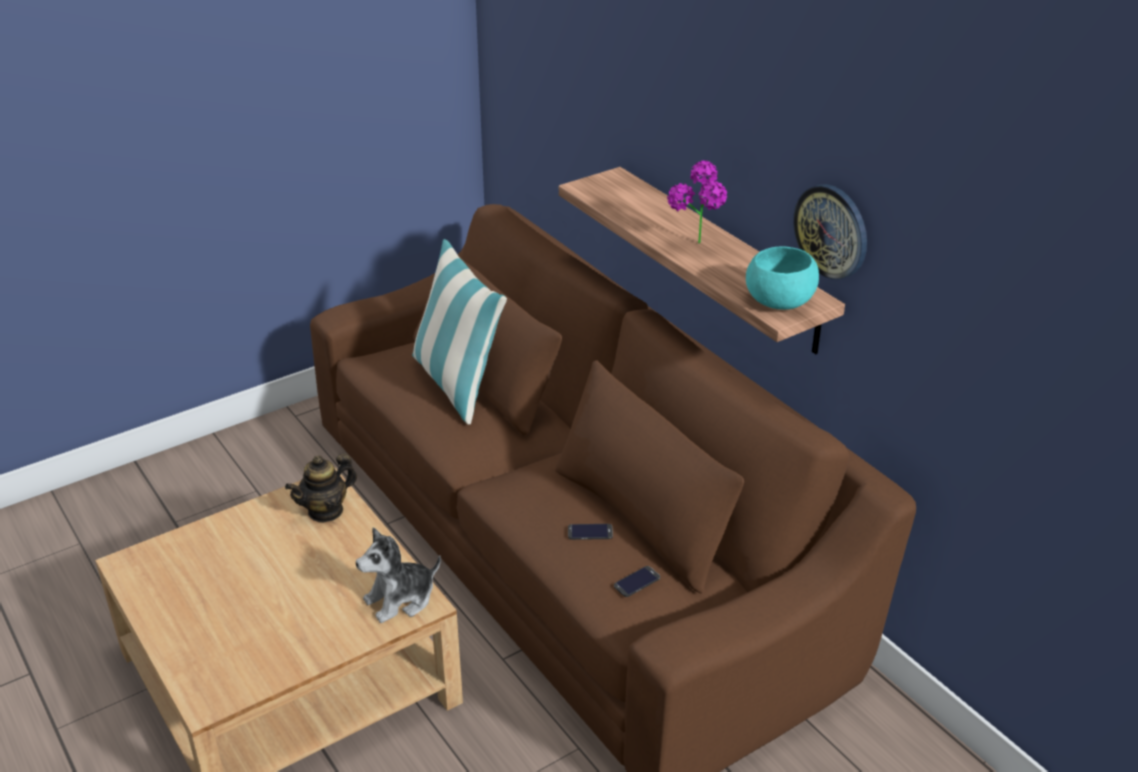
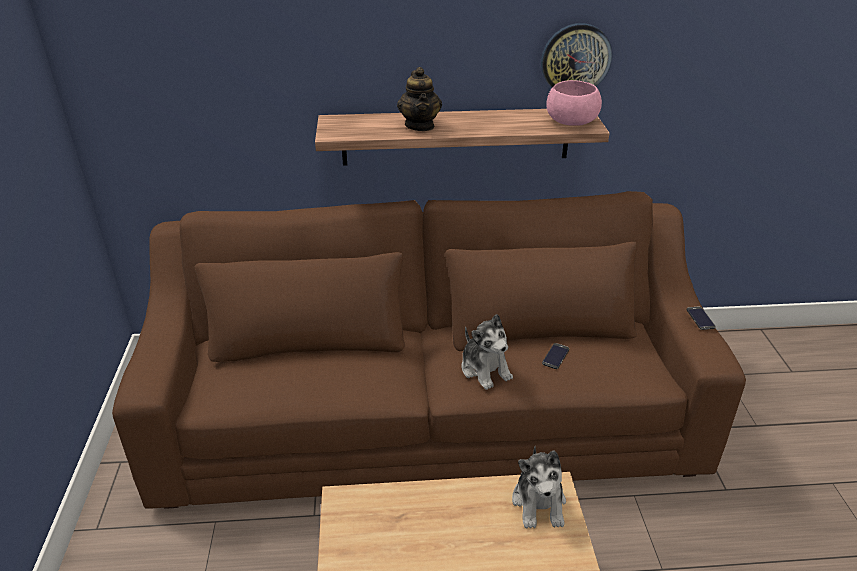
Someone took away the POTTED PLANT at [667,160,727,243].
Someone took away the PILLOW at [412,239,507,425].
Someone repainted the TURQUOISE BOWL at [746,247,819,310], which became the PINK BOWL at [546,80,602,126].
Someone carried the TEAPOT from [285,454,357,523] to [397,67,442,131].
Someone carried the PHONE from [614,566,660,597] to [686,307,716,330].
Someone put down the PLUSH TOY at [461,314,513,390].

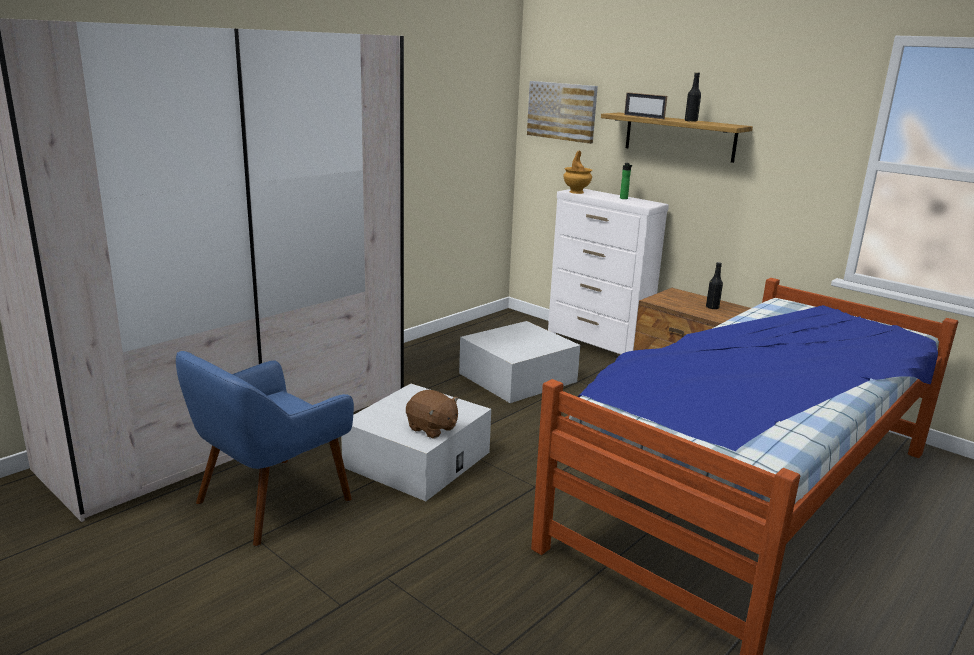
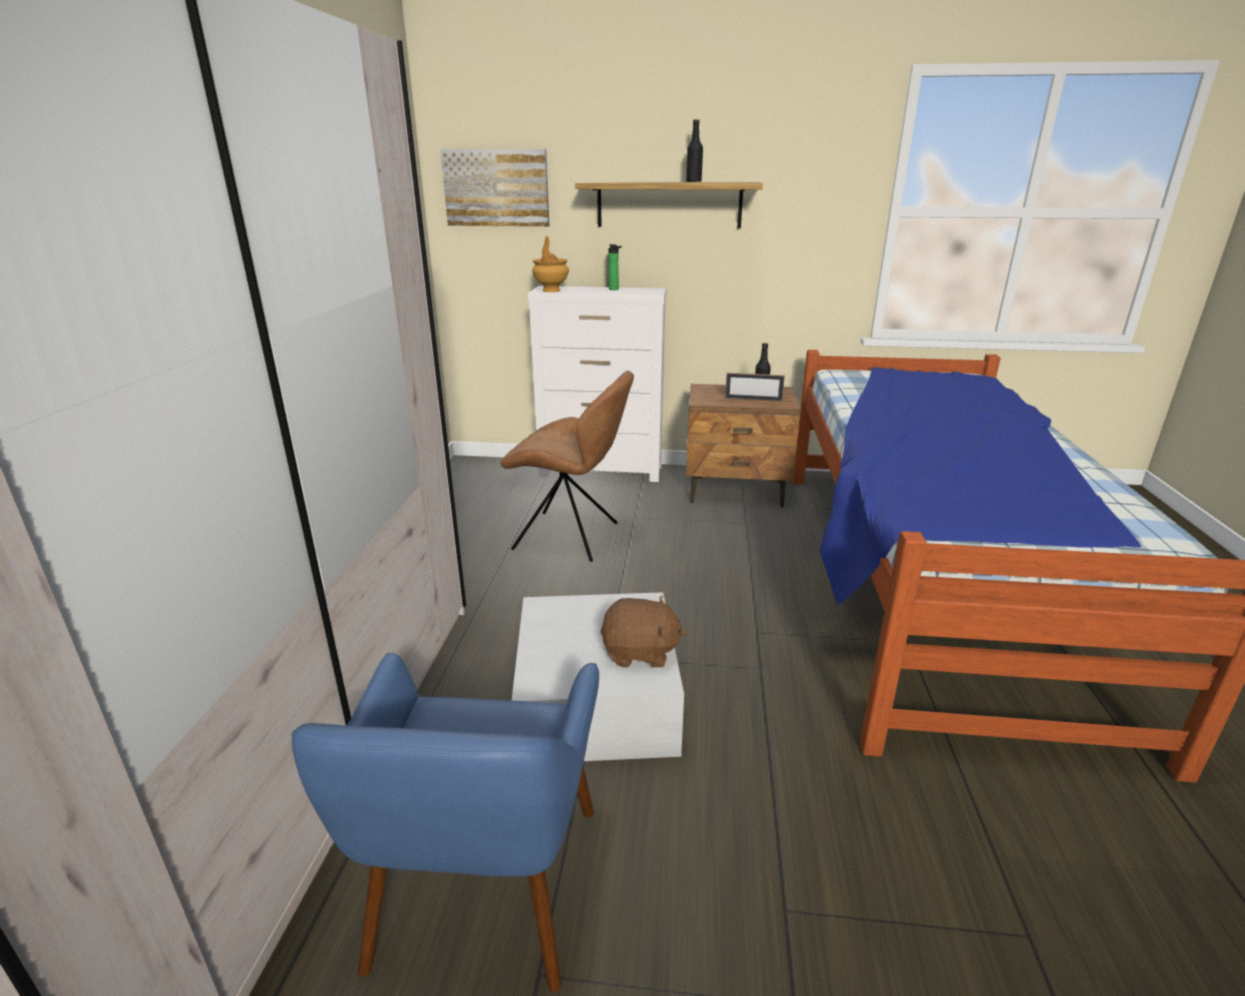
Someone carried the PICTURE FRAME from [624,92,667,119] to [725,373,785,402].
Someone swapped the WHITE STORAGE BOX at [459,321,581,403] for the BROWN CHAIR at [500,371,634,562].

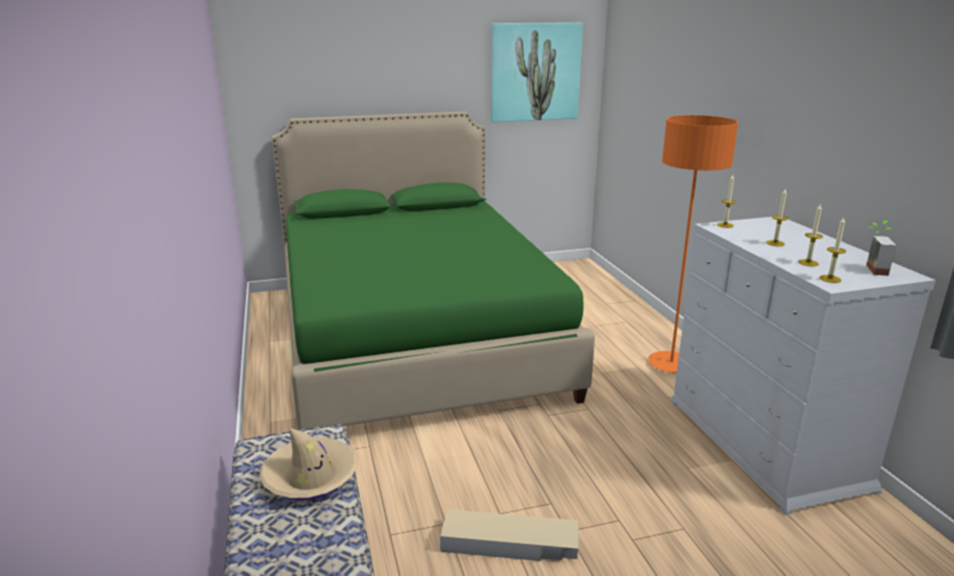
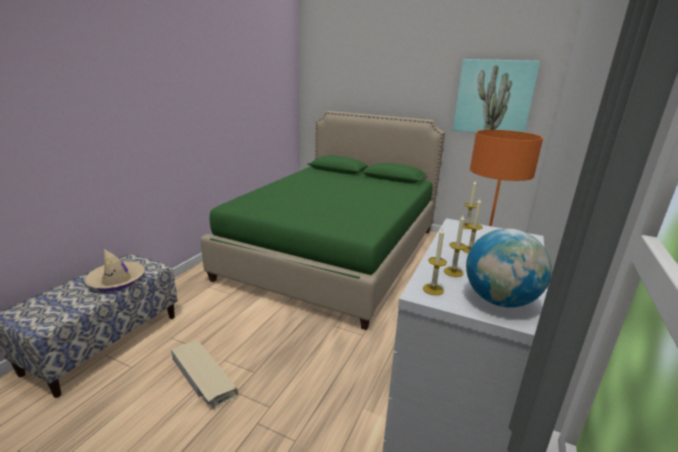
Someone swapped the POTTED PLANT at [866,221,896,276] for the GLOBE at [466,228,552,308].

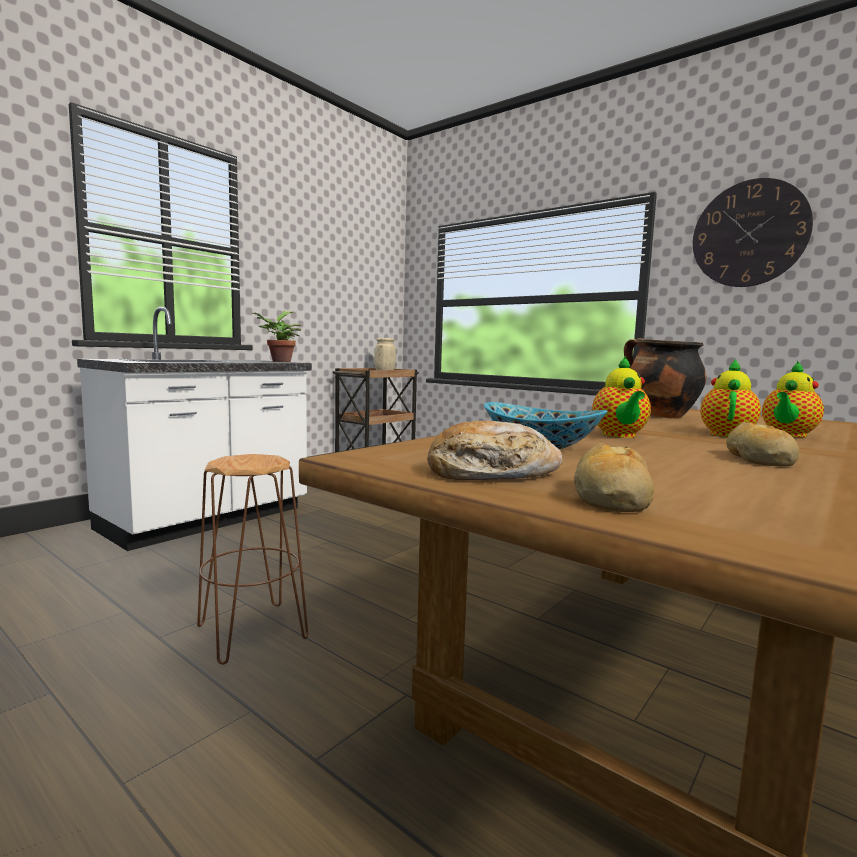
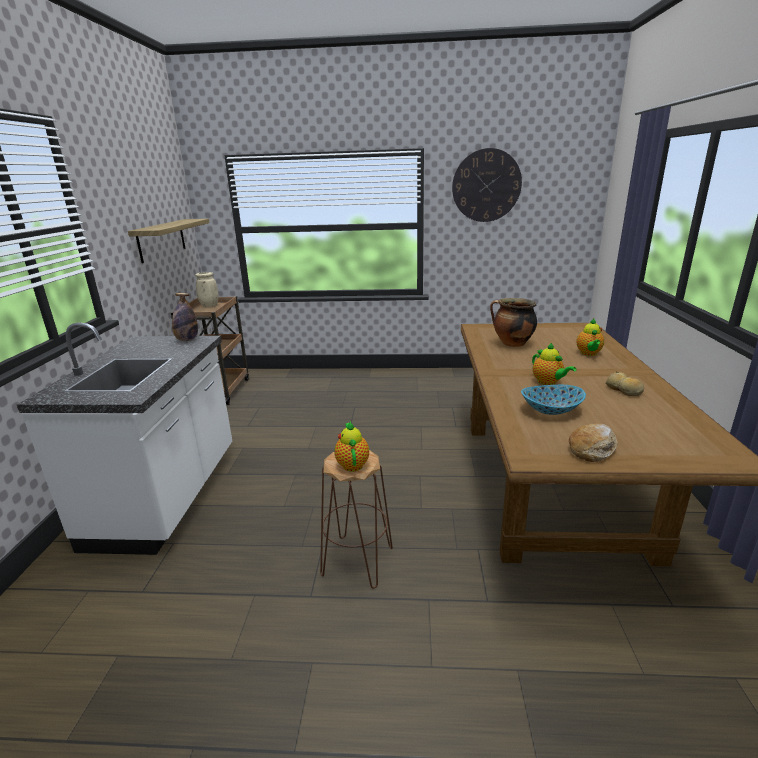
Someone swapped the POTTED PLANT at [252,311,302,362] for the BOTTLE at [172,293,198,341].
Someone carried the TEAPOT from [700,359,761,437] to [334,421,369,472].
Someone took away the BREAD at [574,443,654,512].
Someone put up the SHELF at [128,219,209,263].

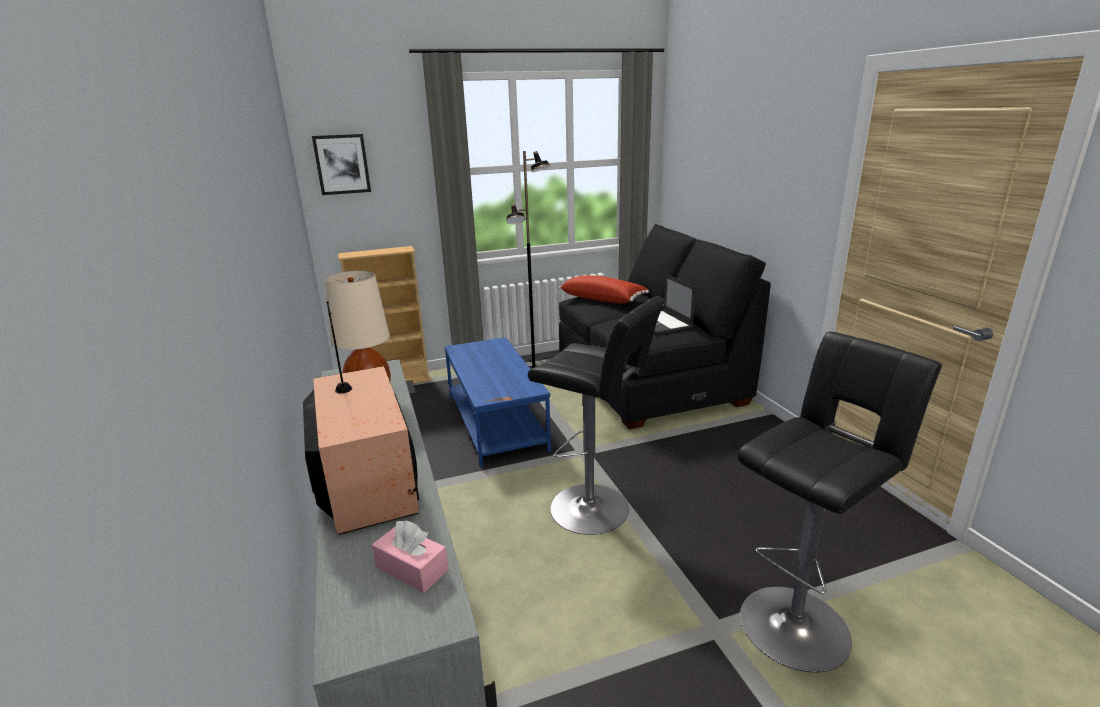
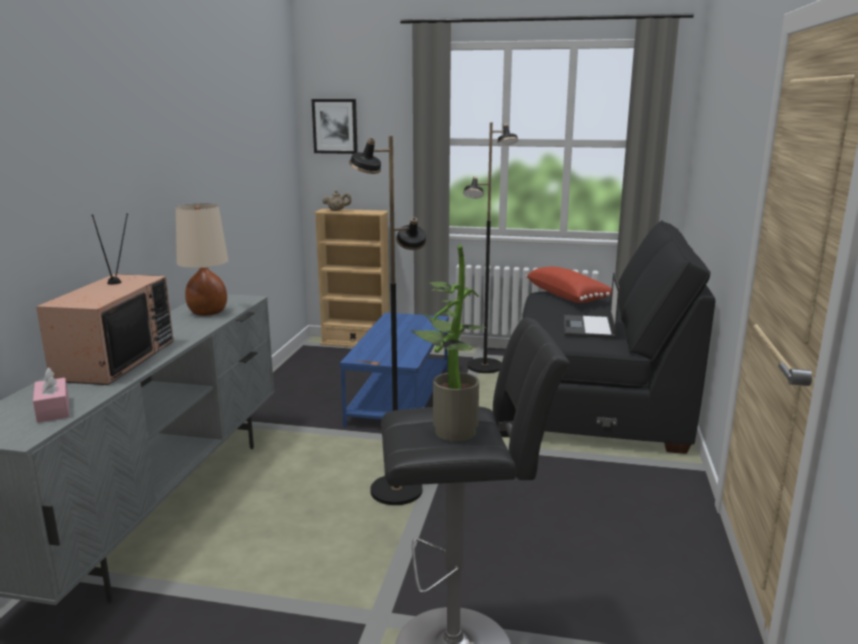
Someone swapped the BLACK STOOL at [528,296,666,535] for the BLACK FLOOR LAMP at [349,136,427,505].
Someone put down the BEIGE TEAPOT at [322,190,351,211].
Someone put down the POTTED PLANT at [412,244,486,441].

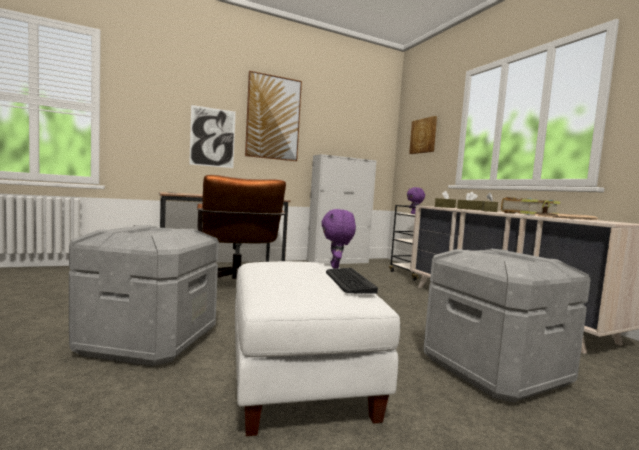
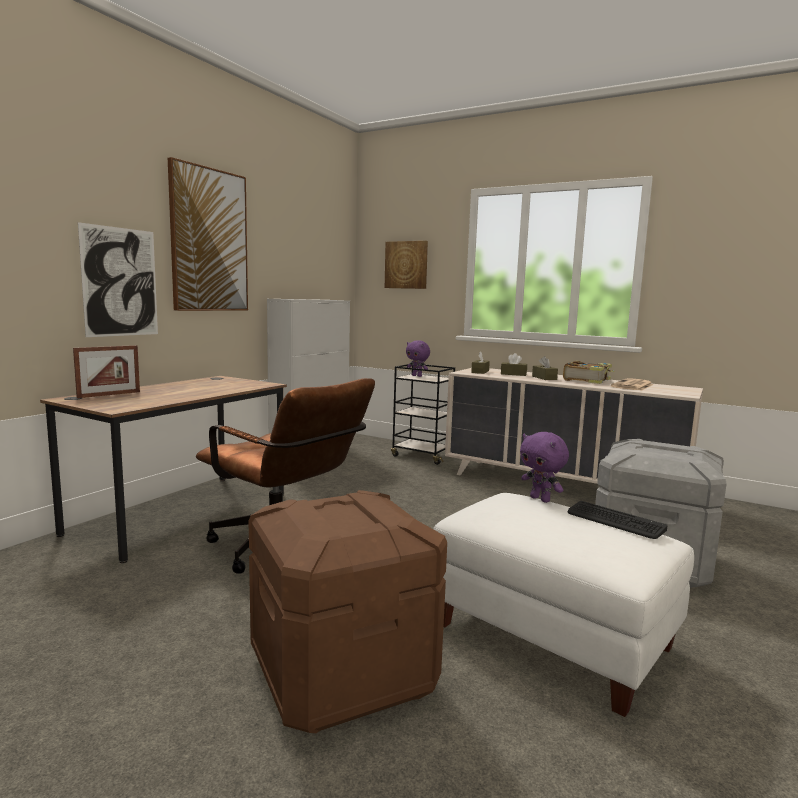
Someone repainted the GREY STORAGE BOX at [69,225,219,366], which became the BROWN STORAGE BOX at [248,490,447,733].
Someone put down the PICTURE FRAME at [73,345,140,398].

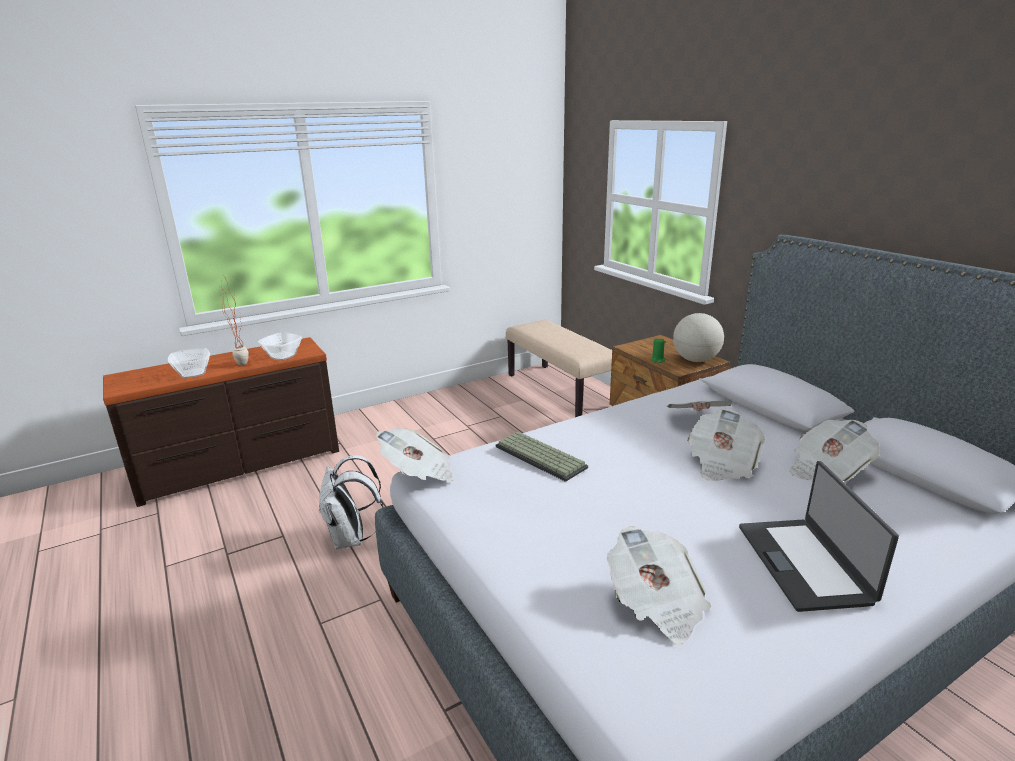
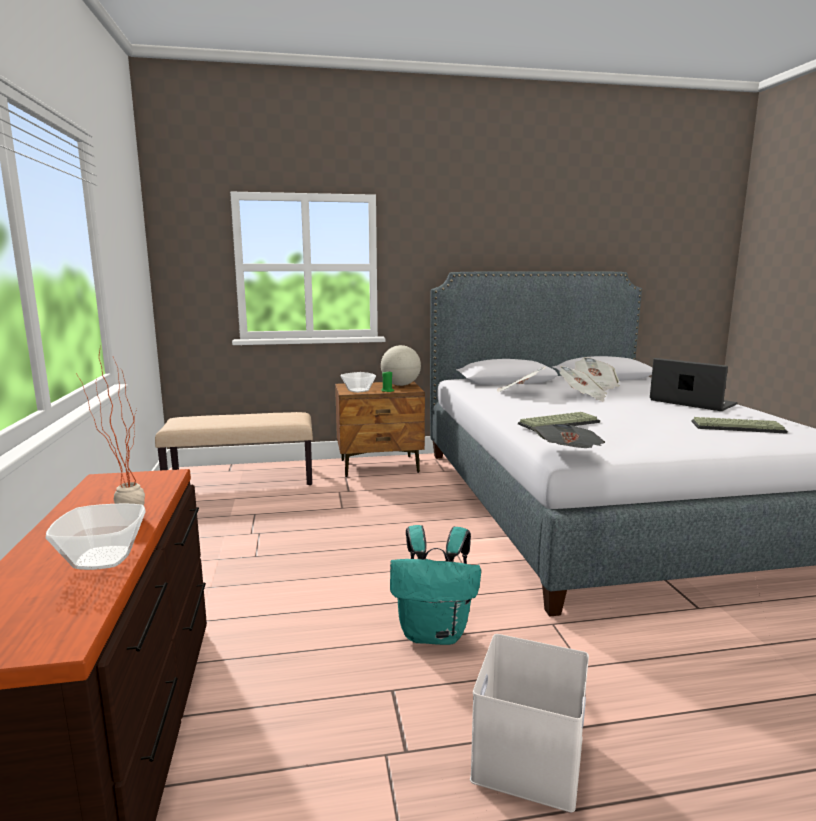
Someone carried the BOWL from [258,332,302,360] to [341,372,376,393].
Someone repainted the WHITE BACKPACK at [318,455,384,550], which became the TURQUOISE BACKPACK at [390,525,481,645].
Someone rotated the LAPTOP at [739,461,899,612] by 150 degrees counterclockwise.
Someone swapped the NEWSPAPER at [607,526,711,645] for the KEYBOARD at [691,417,788,434].
Someone put down the WHITE STORAGE BOX at [470,634,589,813].

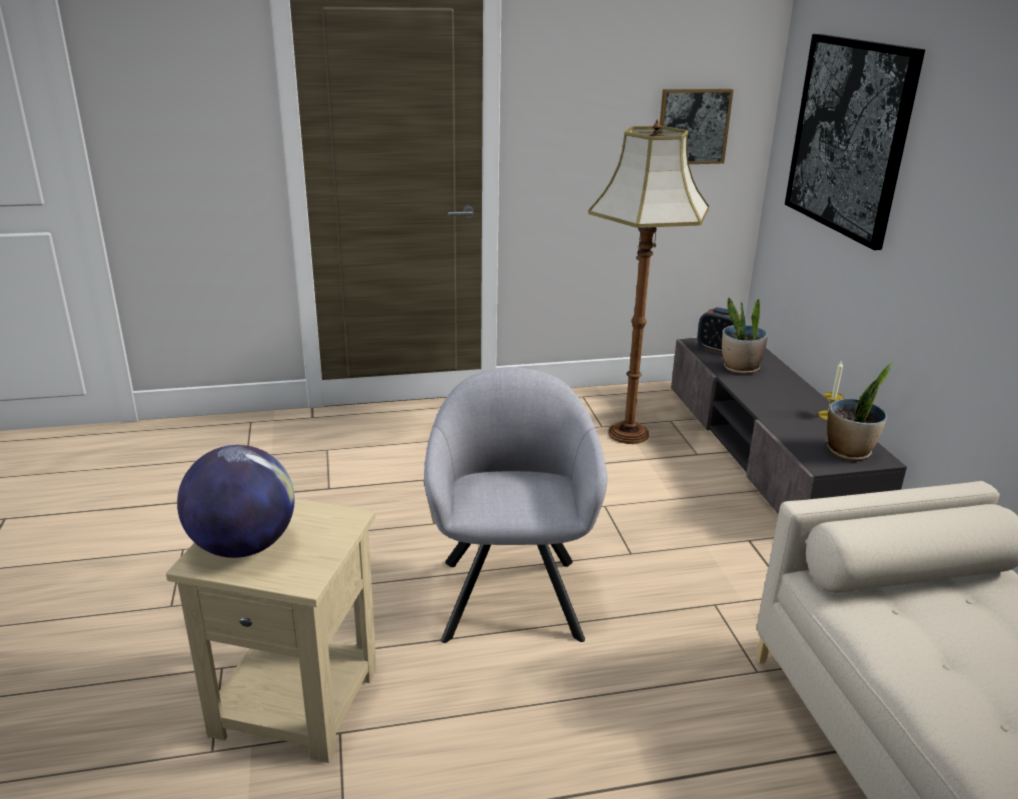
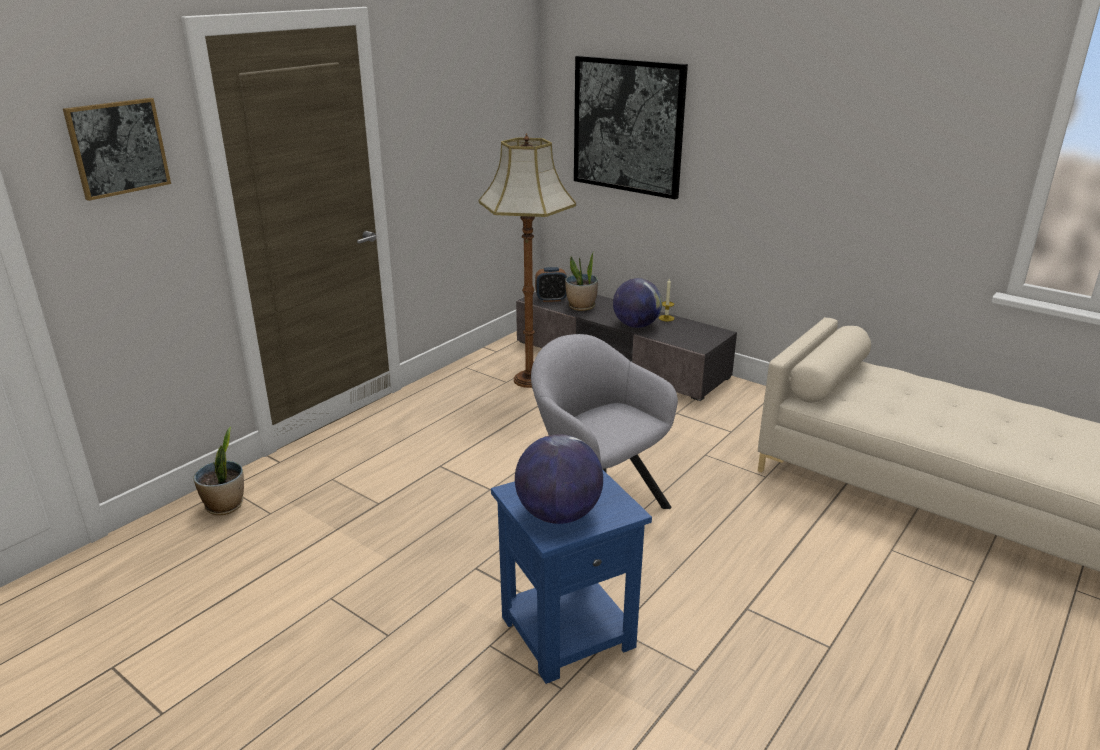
Someone carried the PICTURE from [660,89,733,164] to [63,98,171,201].
Someone carried the POTTED PLANT from [827,363,894,461] to [193,427,244,515].
Someone repainted the BEIGE SIDE TABLE at [166,498,377,763], which became the BLUE SIDE TABLE at [491,469,652,684].
Someone put down the GLOBE at [613,278,662,328].

